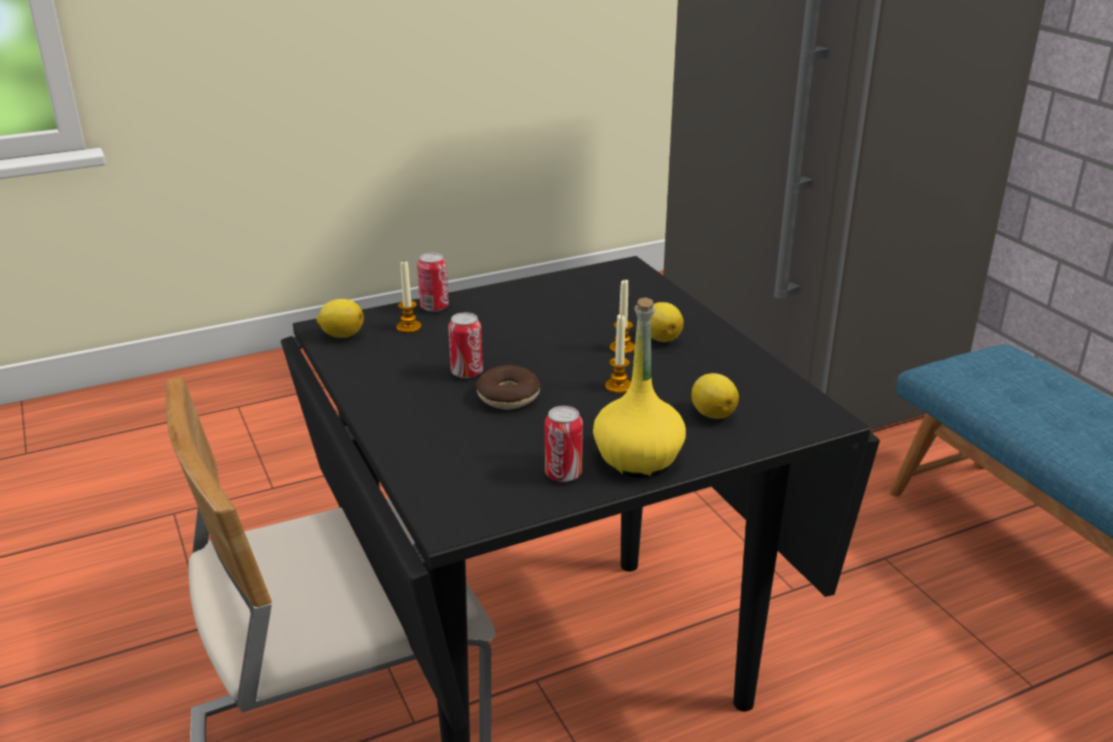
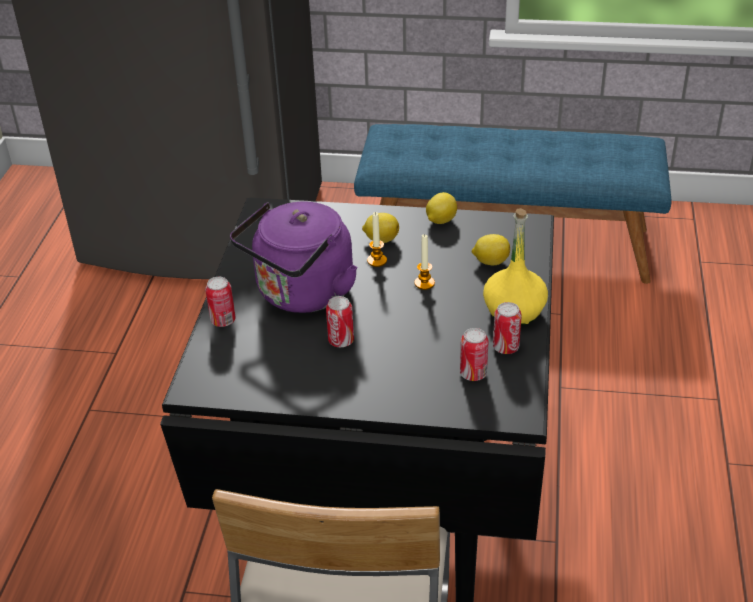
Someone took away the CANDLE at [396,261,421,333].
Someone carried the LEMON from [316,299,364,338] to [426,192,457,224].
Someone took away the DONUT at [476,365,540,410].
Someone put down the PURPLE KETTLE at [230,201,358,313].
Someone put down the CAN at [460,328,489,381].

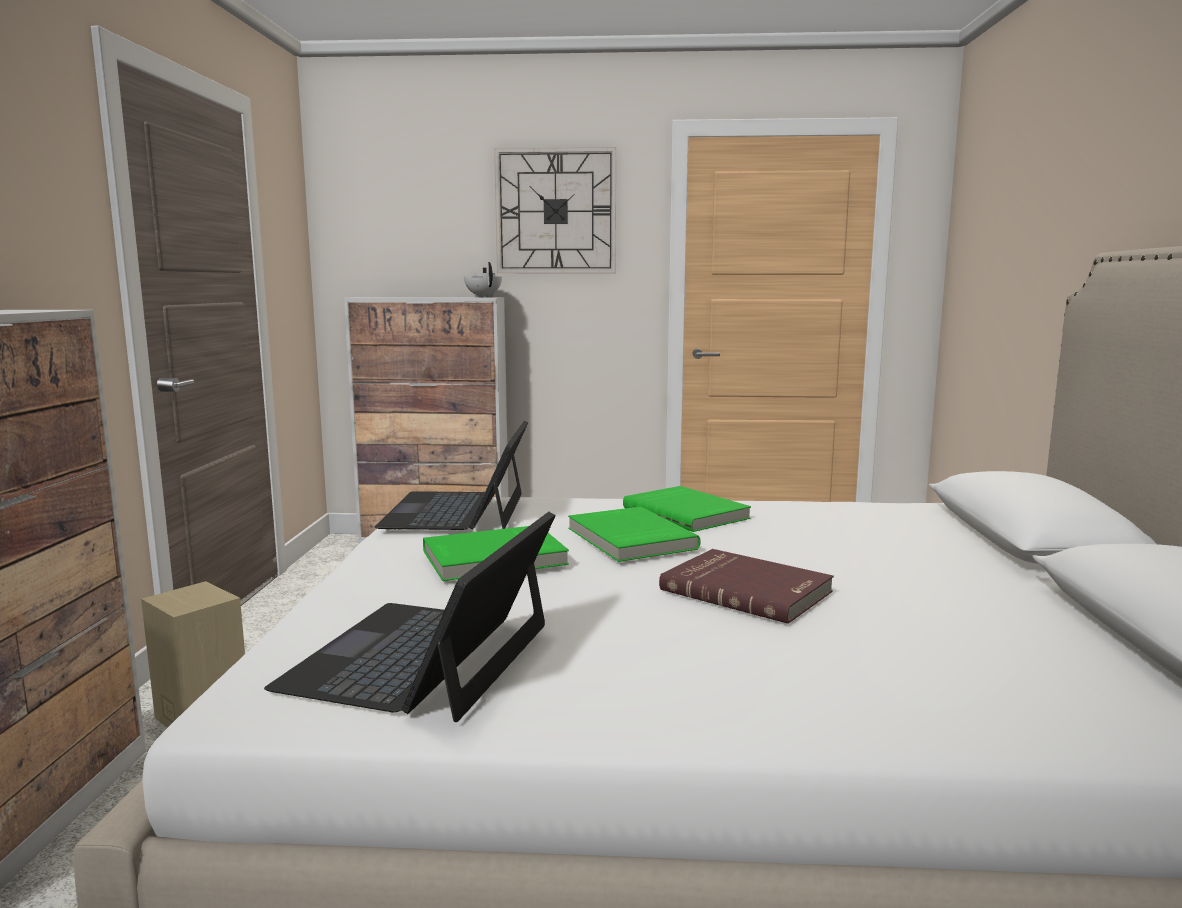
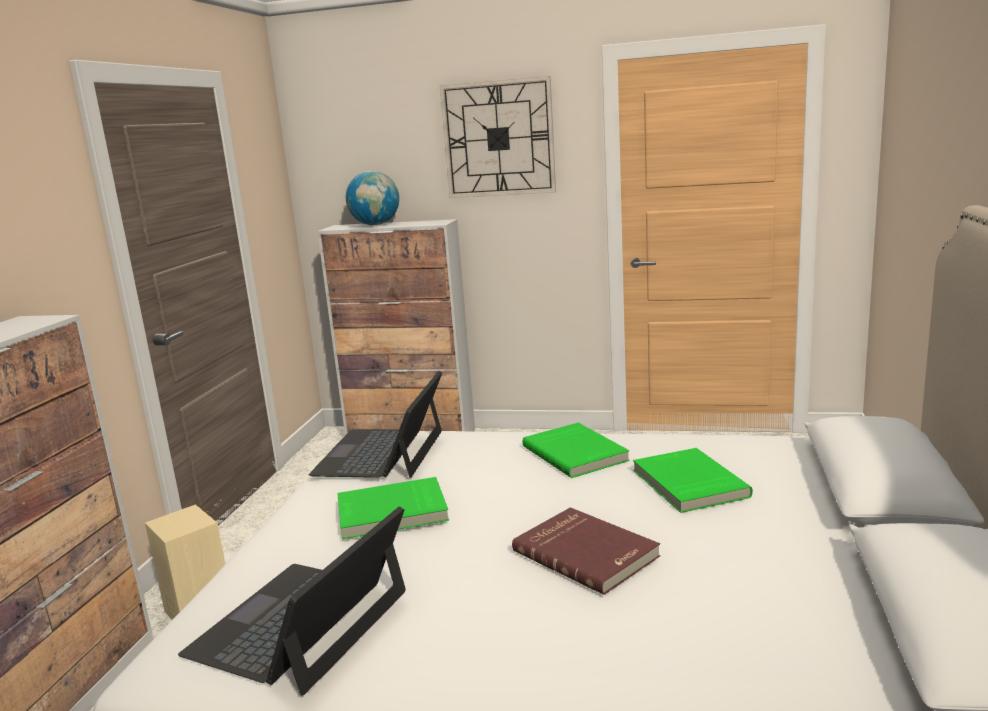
Someone took away the WHITE TEAPOT at [464,262,502,297].
Someone carried the GREEN BOOK from [568,507,700,562] to [633,448,753,513].
Someone put down the GLOBE at [346,171,399,225].

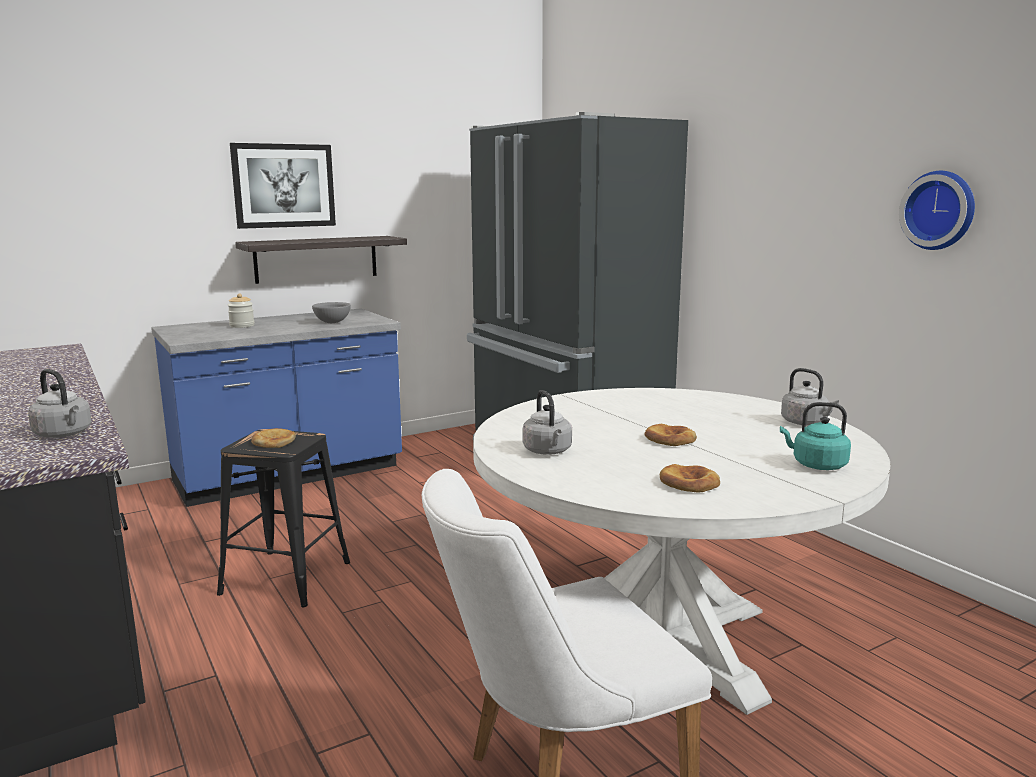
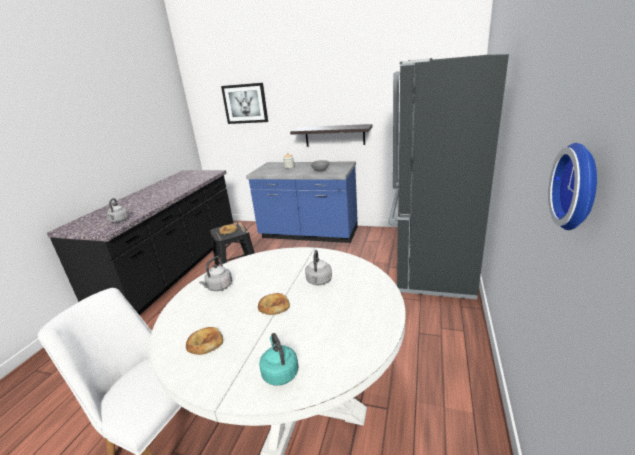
Someone carried the PICTURE from [230,143,336,229] to [221,83,268,124].
Someone carried the GREY KETTLE from [781,368,839,426] to [305,250,332,285].

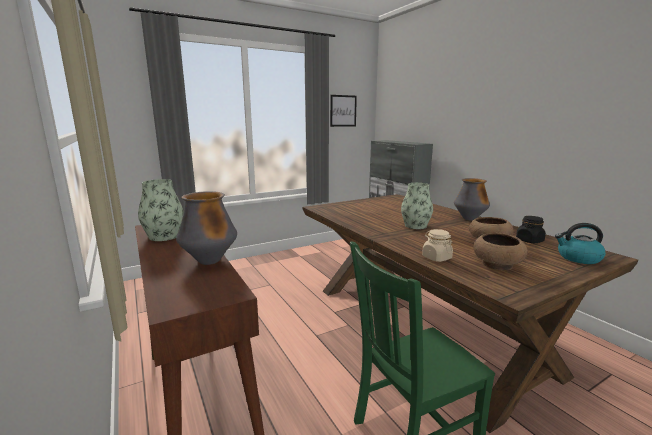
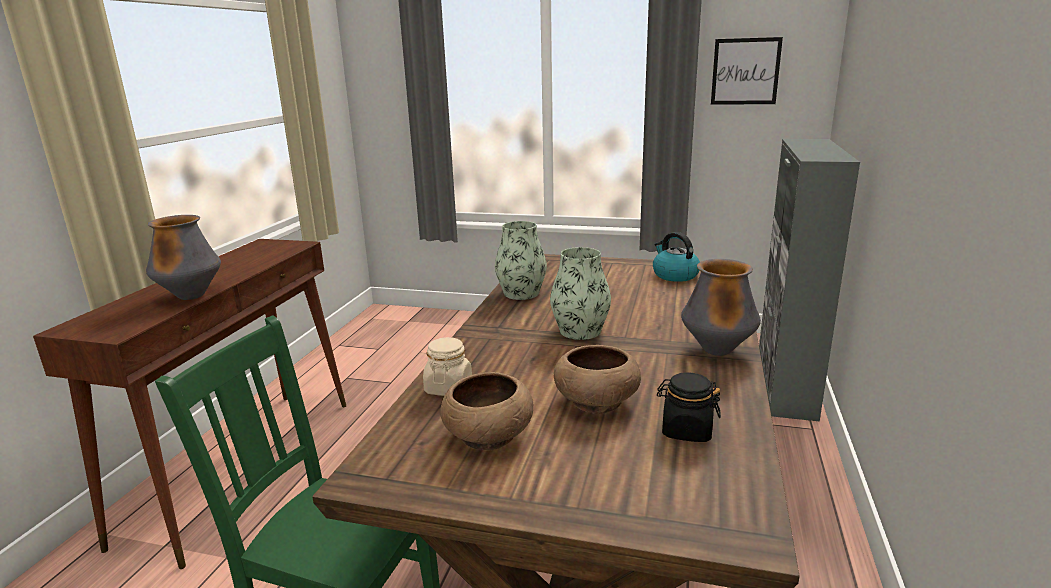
Someone carried the VASE from [138,179,184,241] to [495,221,547,300].
Someone carried the KETTLE from [555,223,606,264] to [653,232,700,282].

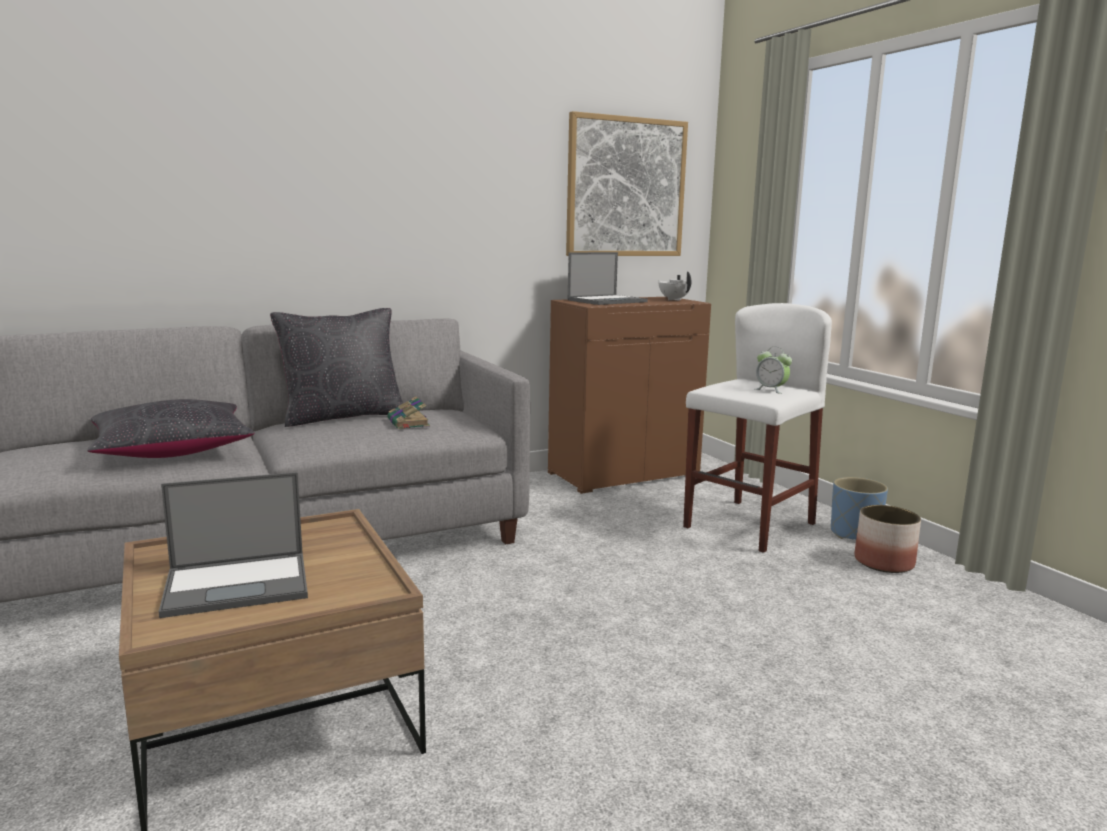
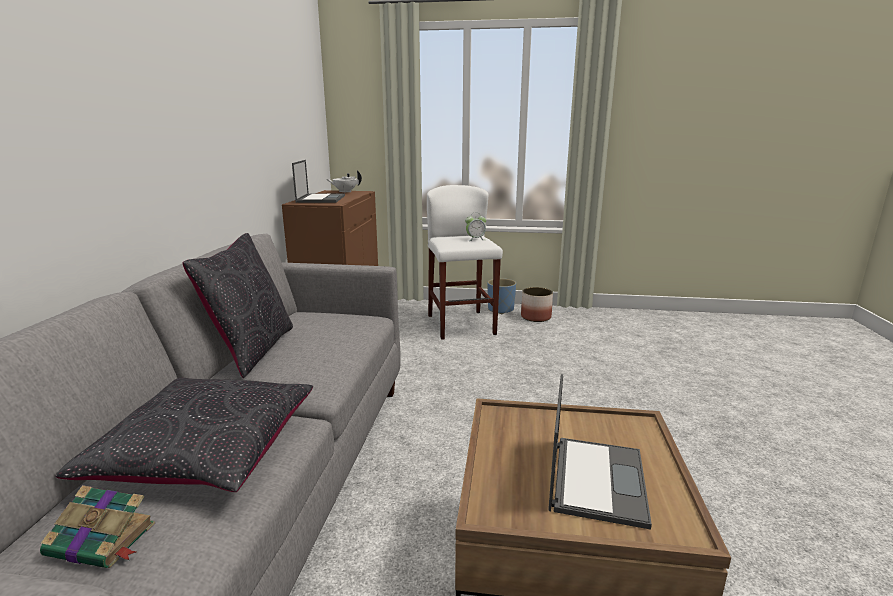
Someone took away the PICTURE at [566,111,688,256].
Someone carried the BOOK from [387,396,430,429] to [40,485,155,568].

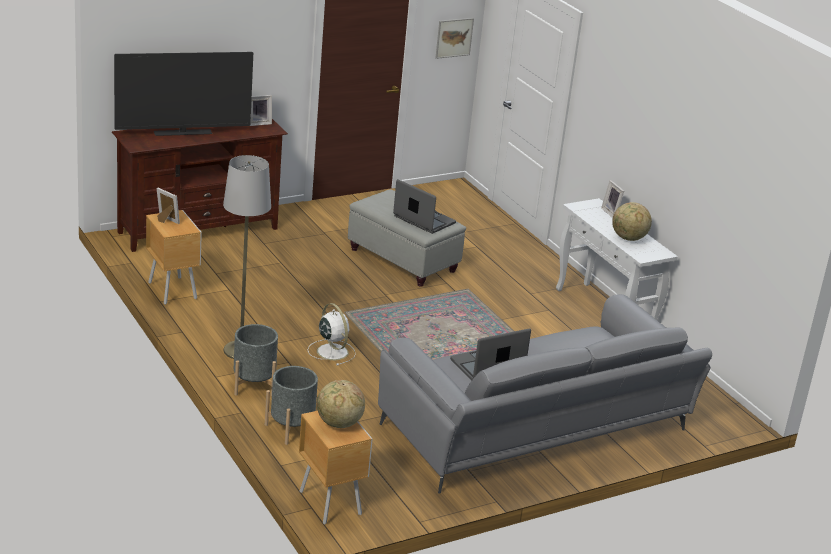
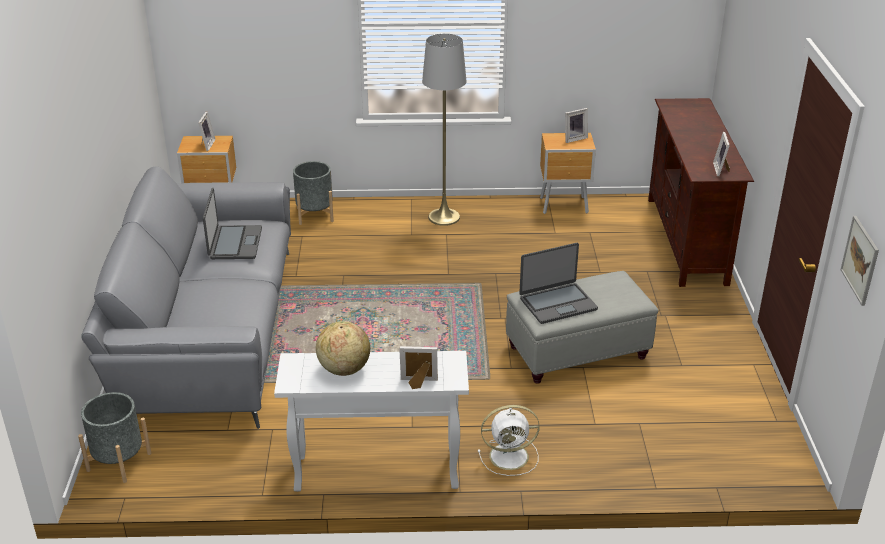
Someone took away the TELEVISION at [114,52,253,136].
Someone carried the WHITE FAN from [308,303,356,366] to [478,405,540,476].
Someone carried the GREY PLANTER from [234,324,278,396] to [78,392,152,483].
Someone swapped the GLOBE at [317,380,365,428] for the PICTURE FRAME at [198,111,216,151].

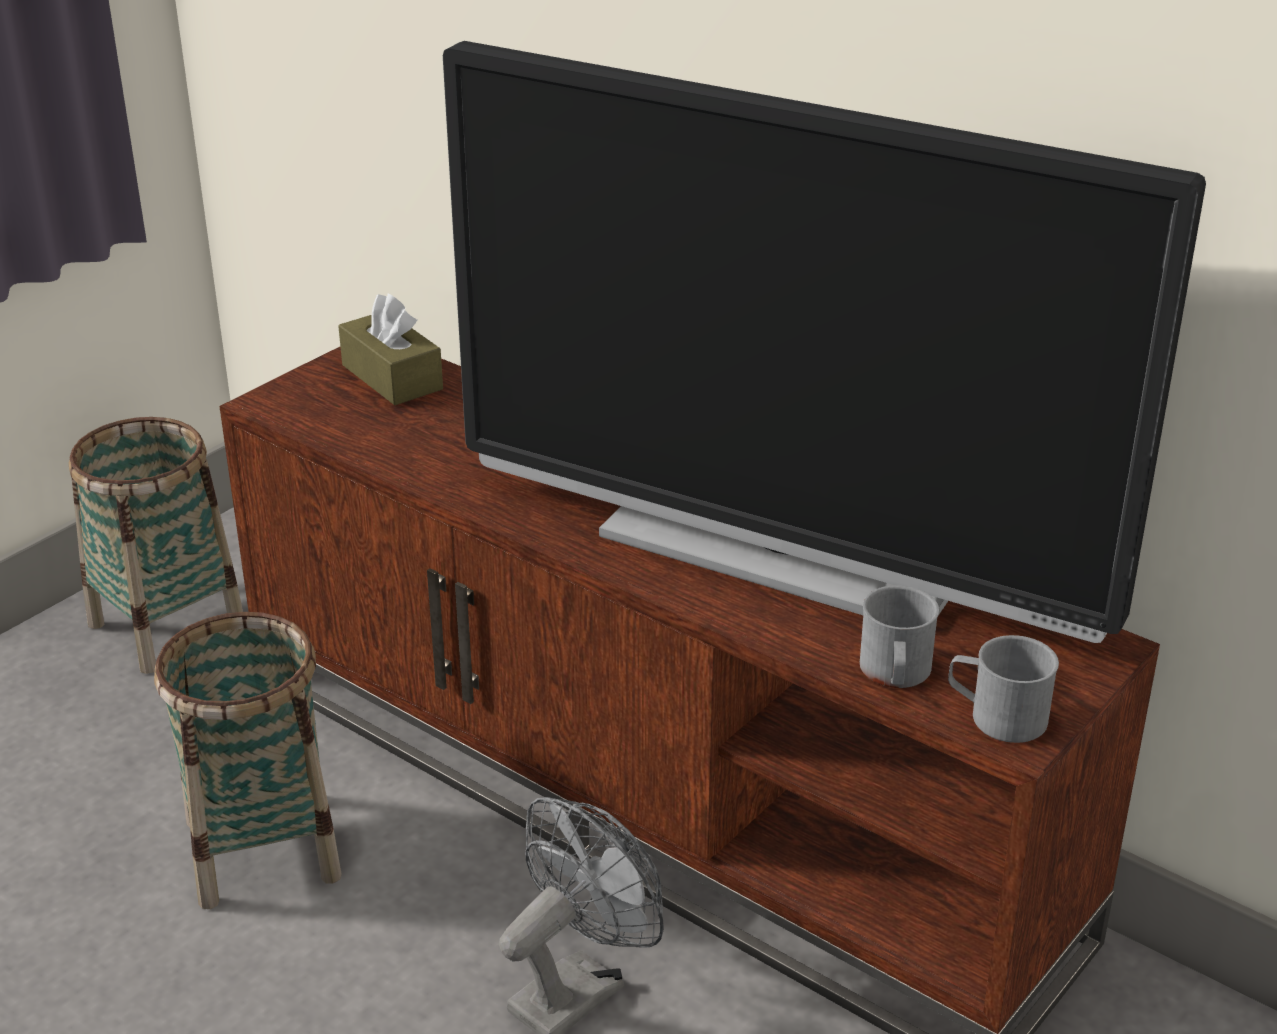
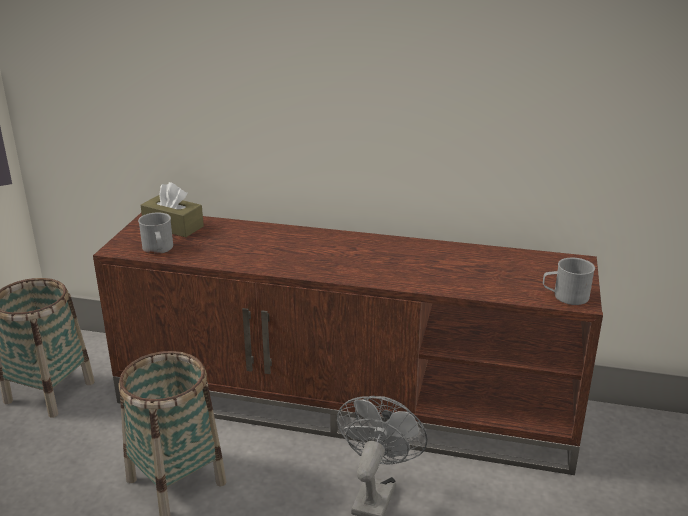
Someone took away the TELEVISION at [443,41,1206,643].
Someone carried the GREY MUG from [860,585,939,688] to [138,213,173,254].

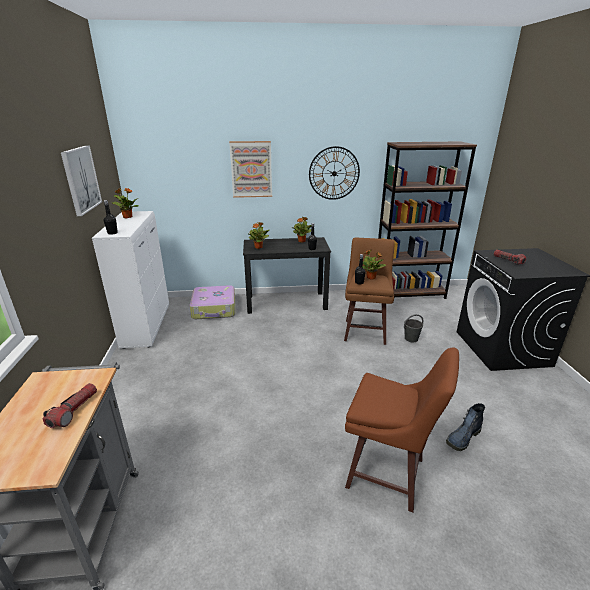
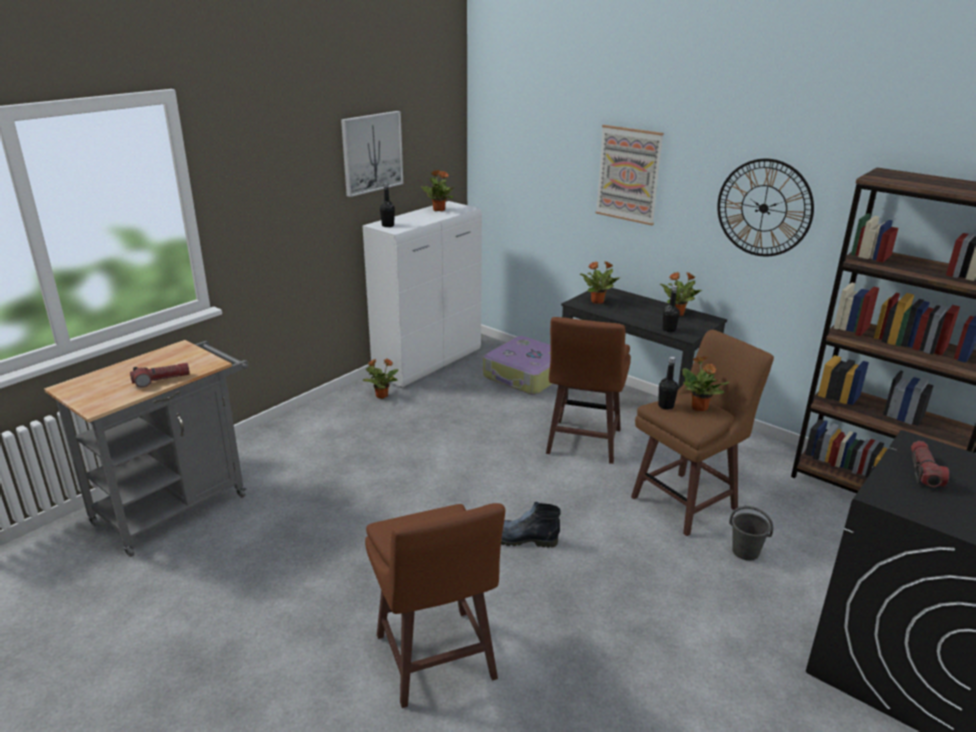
Someone carried the BOOT from [446,403,485,451] to [501,502,561,548].
Someone put down the BROWN STOOL at [546,317,631,464].
Someone put down the POTTED PLANT at [363,359,399,399].

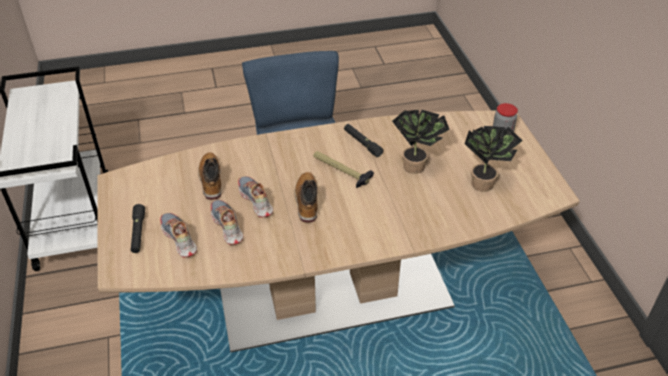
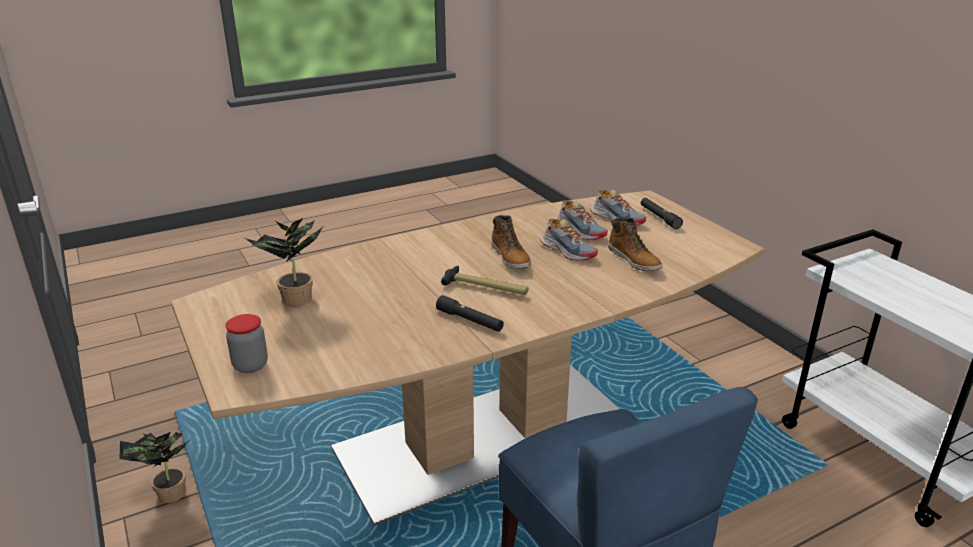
Someone carried the POTTED PLANT from [392,110,450,174] to [119,432,190,503].

